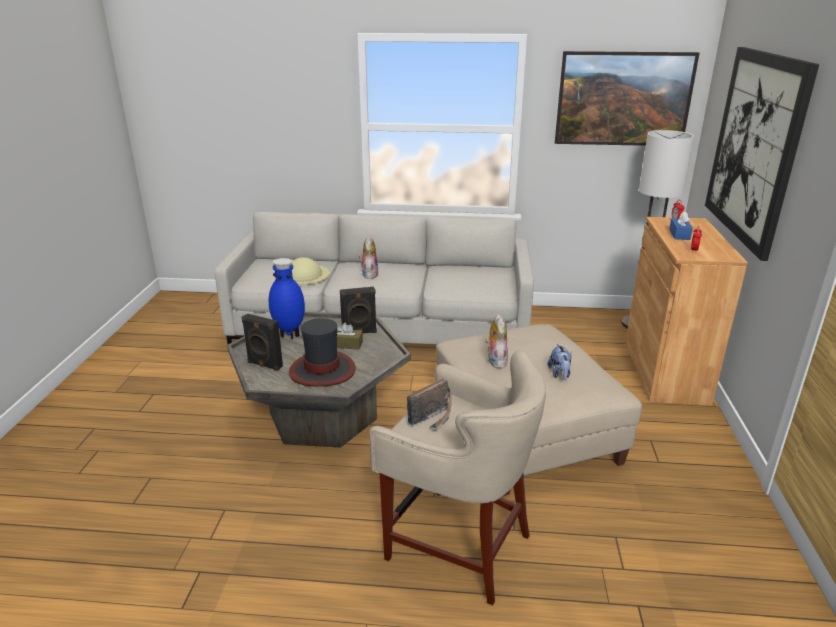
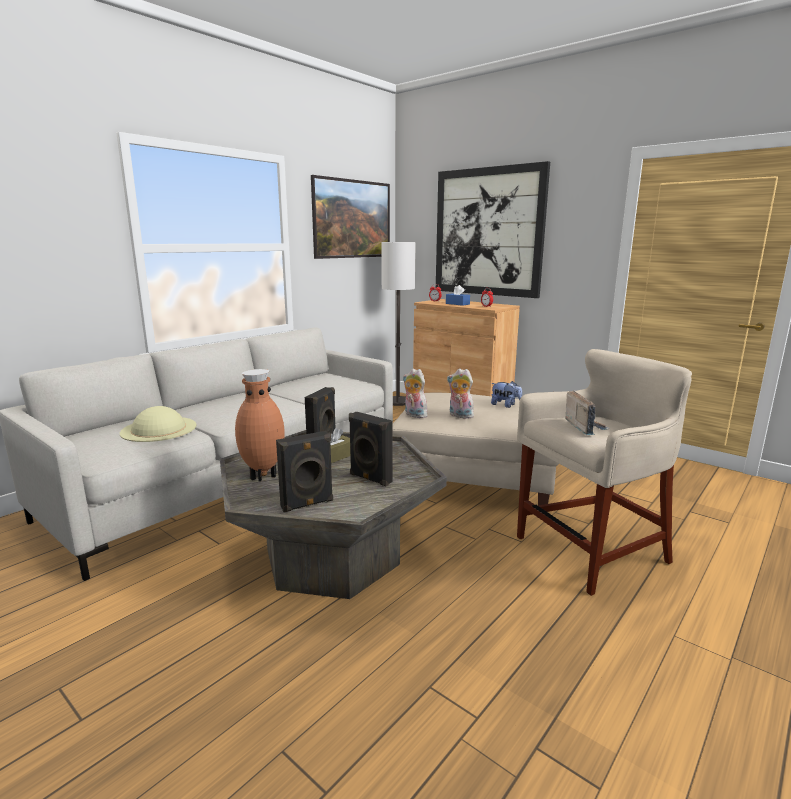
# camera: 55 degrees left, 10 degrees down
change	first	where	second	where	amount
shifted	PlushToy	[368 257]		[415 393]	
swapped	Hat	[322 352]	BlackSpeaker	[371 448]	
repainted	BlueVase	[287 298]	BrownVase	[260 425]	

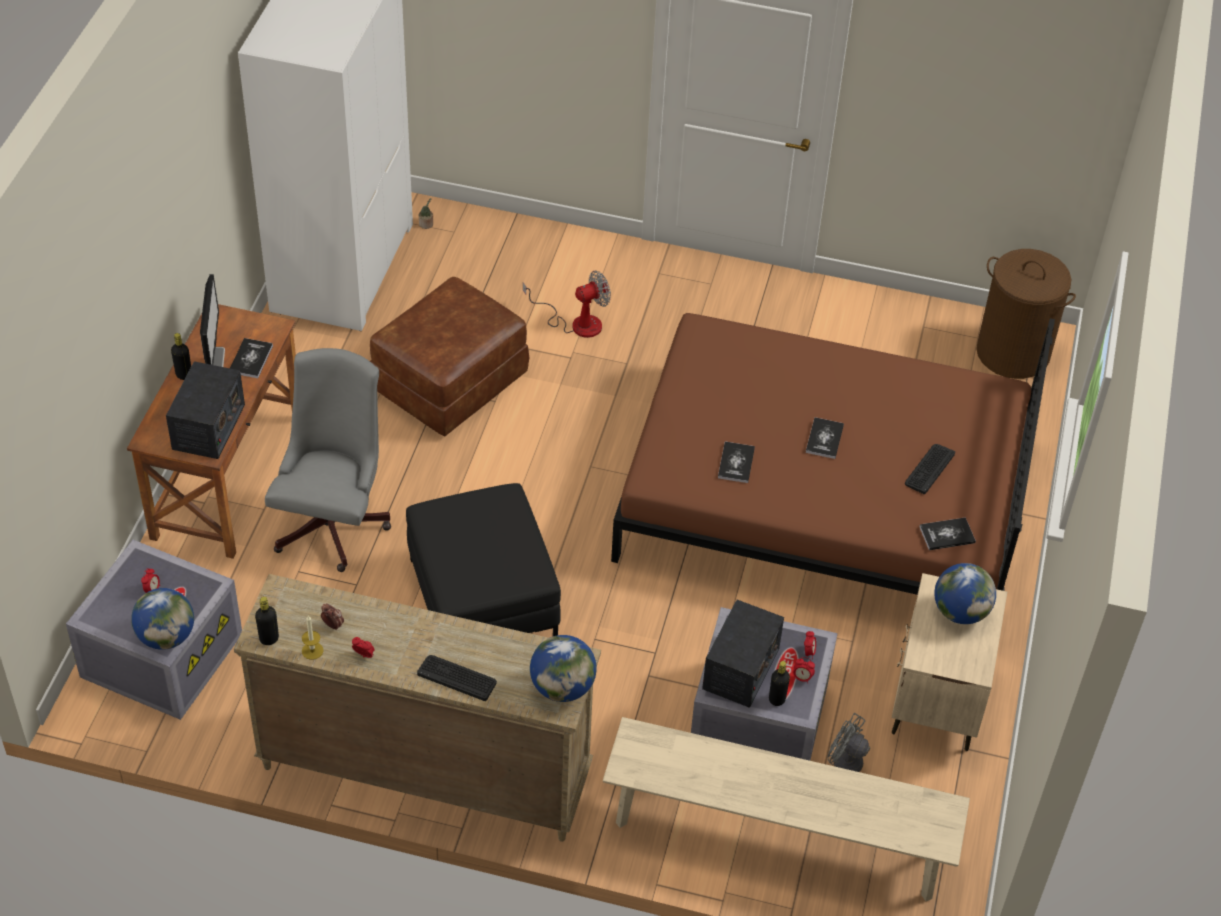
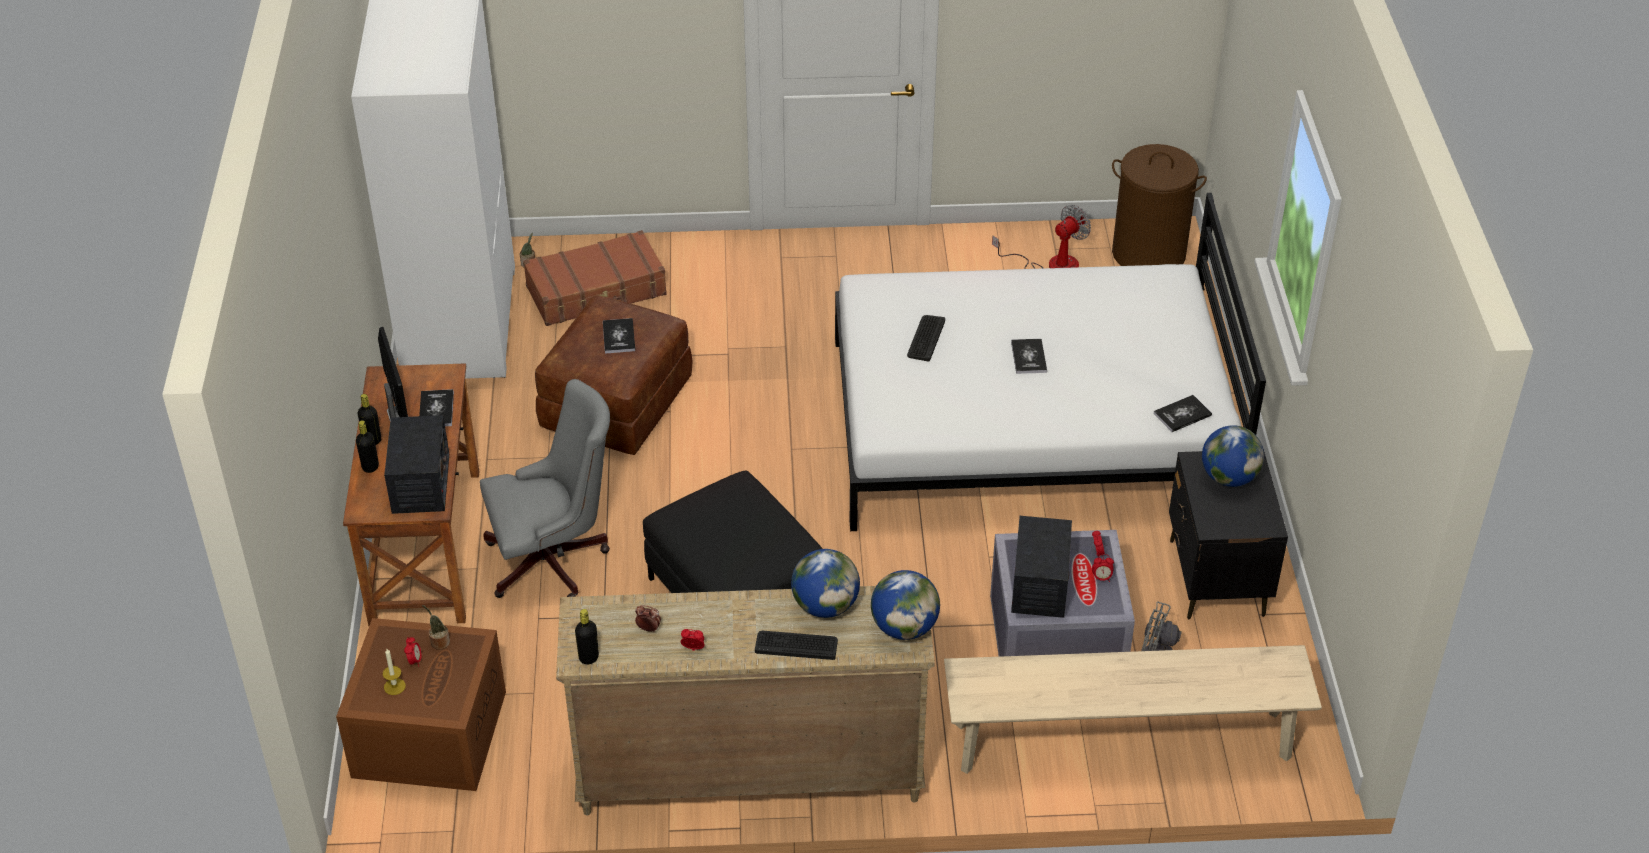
# camera: 15 degrees left, 5 degrees down
change	first	where	second	where	amount
new			PottedPlant	[436 627]	
new			BrownSuitcase	[595 278]	
shifted	Globe	[162 619]		[825 583]	
shifted	Candle	[312 637]		[394 672]	
shifted	Fan	[567 304]		[1041 237]	
shifted	Book	[736 462]		[619 336]	
shifted	BlackBottle	[779 683]		[367 446]	
shifted	Keyboard	[930 469]		[926 338]	
repainted	GreyStorageBox	[154 630]	BrownStorageBox	[421 704]	
repainted	BrownBed	[833 454]	WhiteBed	[1050 362]	
repainted	BeigeNightstand	[949 662]	BlackNightstand	[1228 534]	
rotated	GreyOfficeChair	[328 460]		[545 488]	75 degrees clockwise

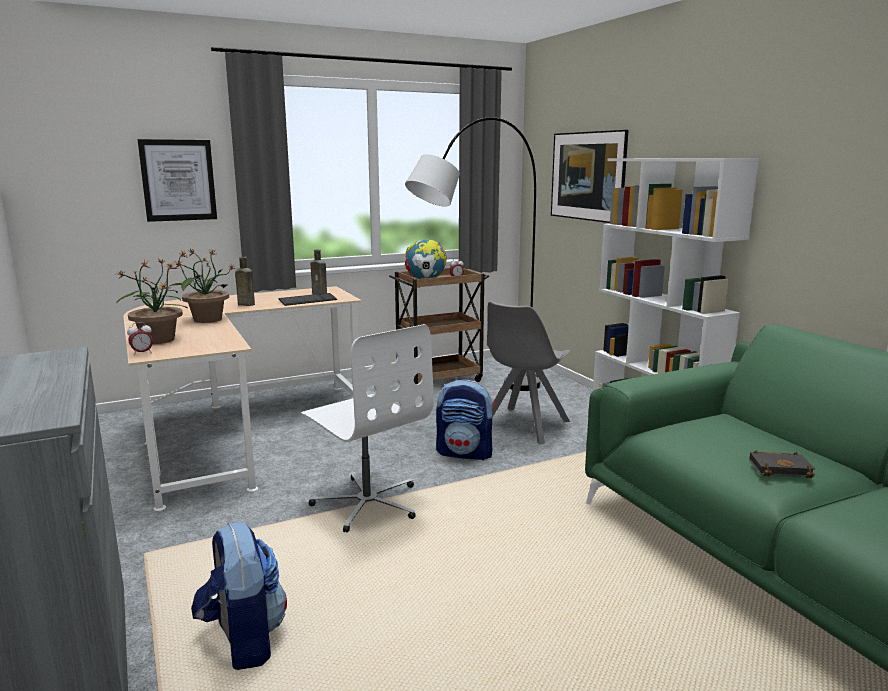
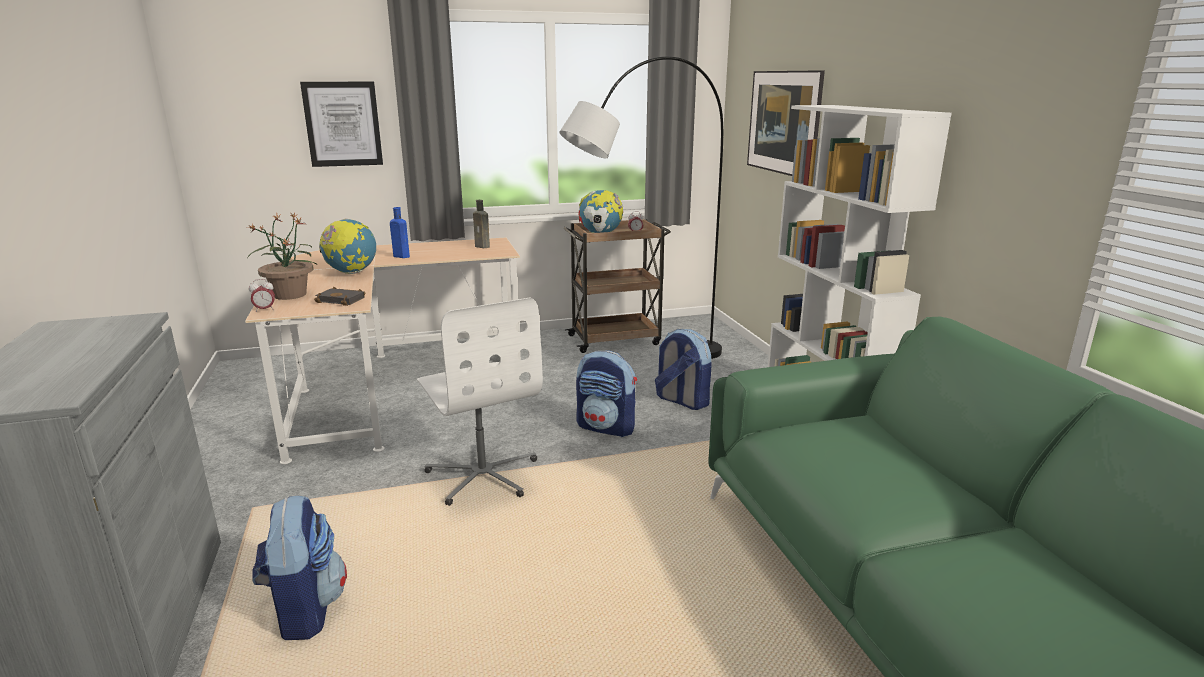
# camera: 10 degrees right, 5 degrees up
change	first	where	second	where	amount
gone	Keyboard	[307 299]			
shifted	BlackBook	[782 464]		[340 296]	
swapped	PottedPlant	[201 286]	Globe	[347 246]	
swapped	GreyChair	[528 372]	Backpack	[683 369]	
repainted	BrownBottle	[245 281]	BlueBottle	[400 232]	

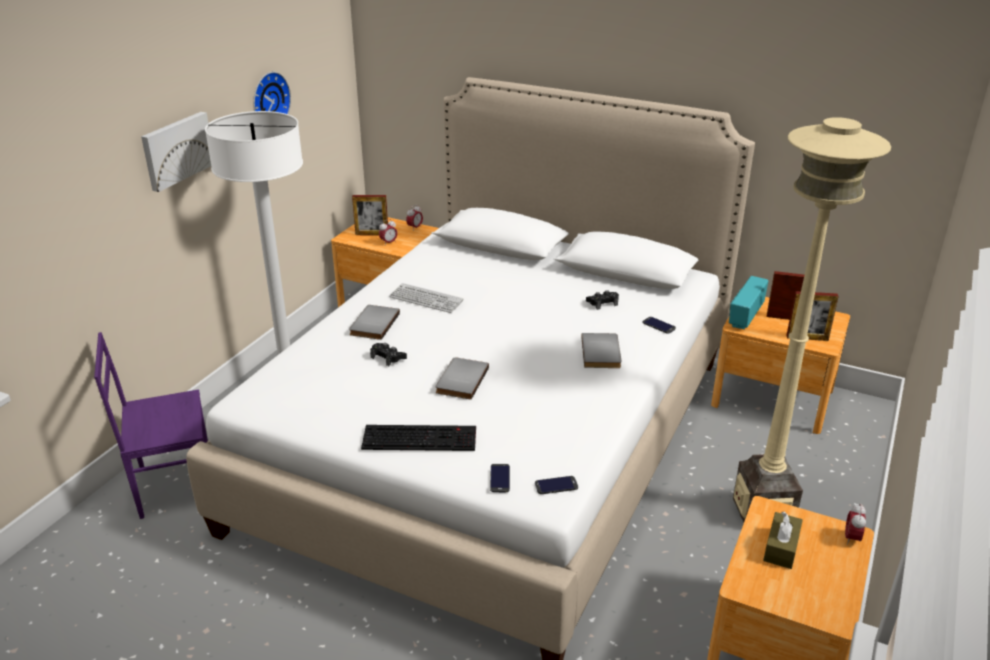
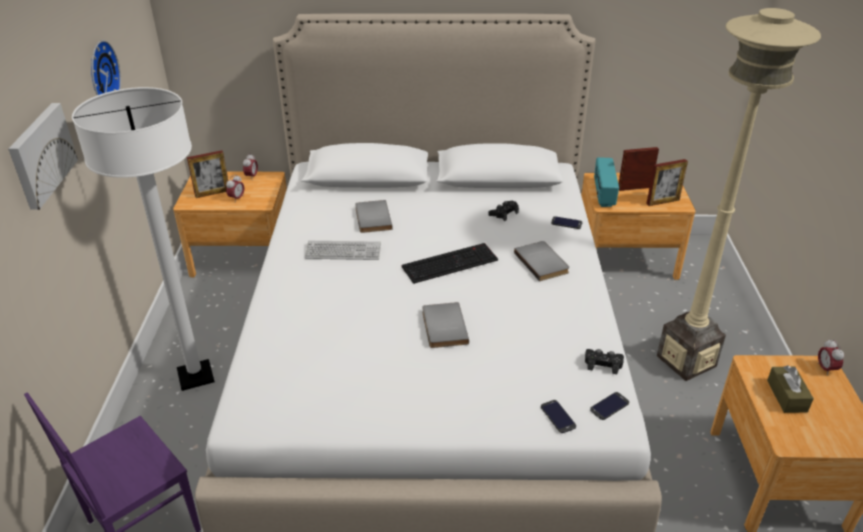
# camera: 25 degrees left, 5 degrees up
change	first	where	second	where	amount
shifted	GreyBook	[374 322]		[374 216]	
shifted	Keyboard	[418 438]		[450 263]	
shifted	BlackGameController	[388 354]		[604 361]	

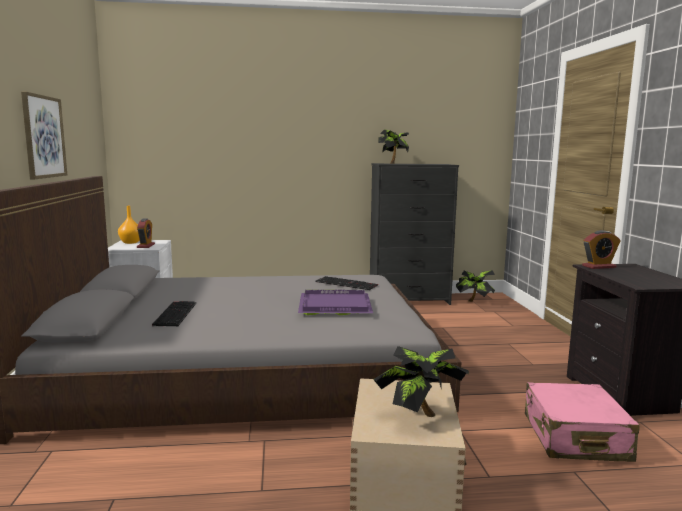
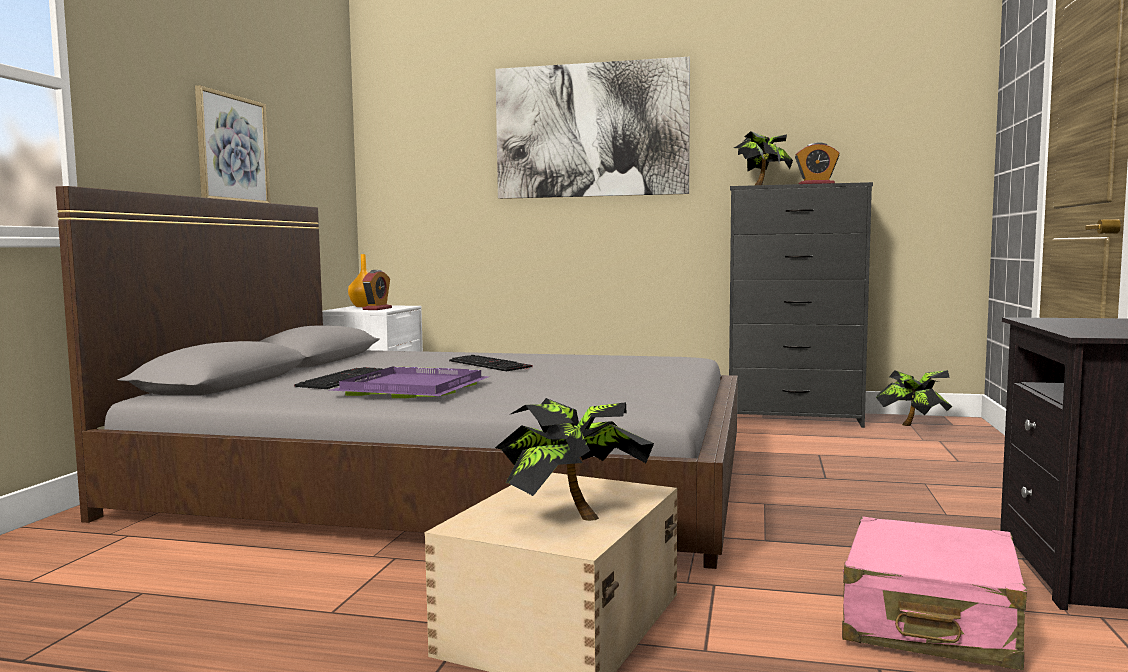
# camera: 20 degrees right, 5 degrees down
change	first	where	second	where	amount
new			Picture	[592 128]	
shifted	PurpleTray	[335 302]		[410 382]	
shifted	Keyboard	[347 283]		[491 363]	
shifted	AlarmClock	[601 249]		[817 163]	

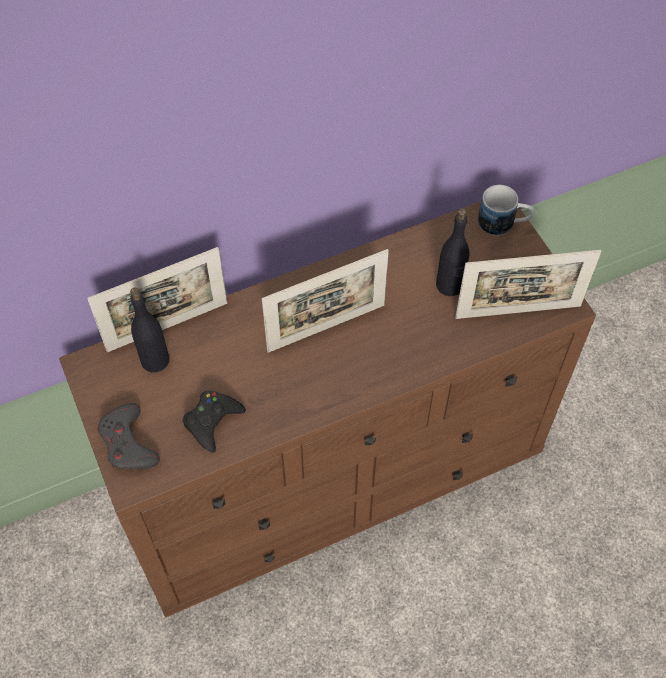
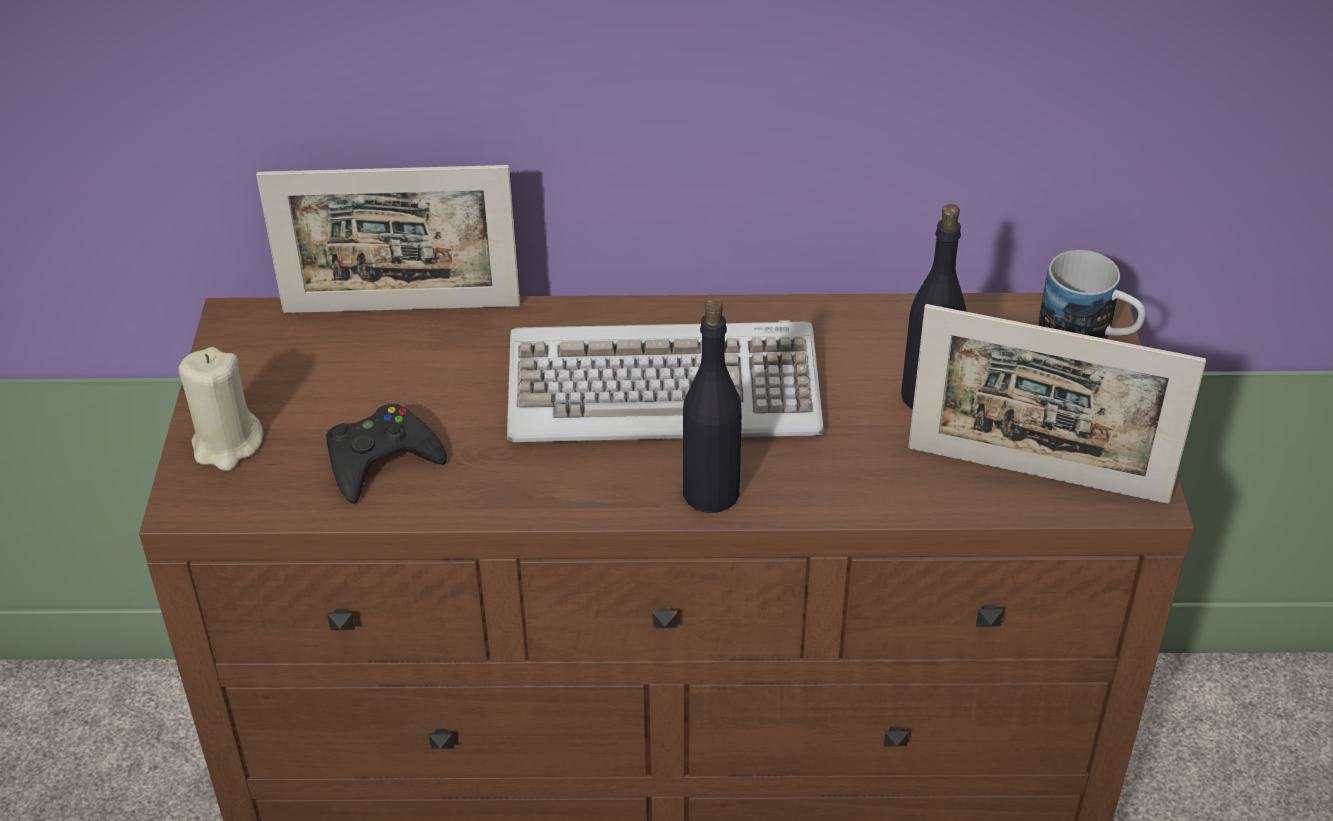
# camera: 25 degrees right, 15 degrees down
change	first	where	second	where	amount
shifted	BlackBottle	[149 330]		[712 405]	
swapped	GreyGameController	[128 436]	BeigeCandle	[221 409]	
swapped	PictureFrame	[325 301]	Keyboard	[665 381]	

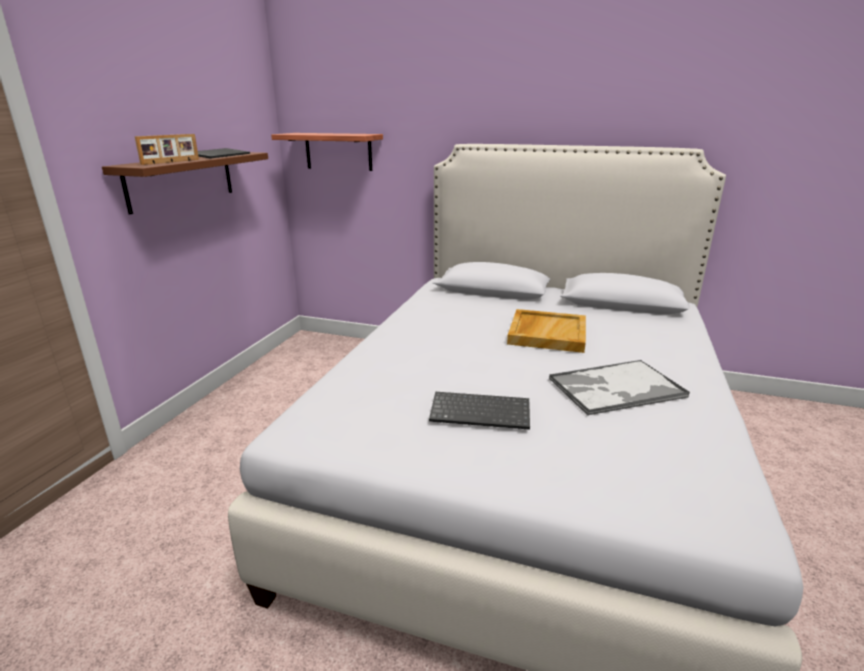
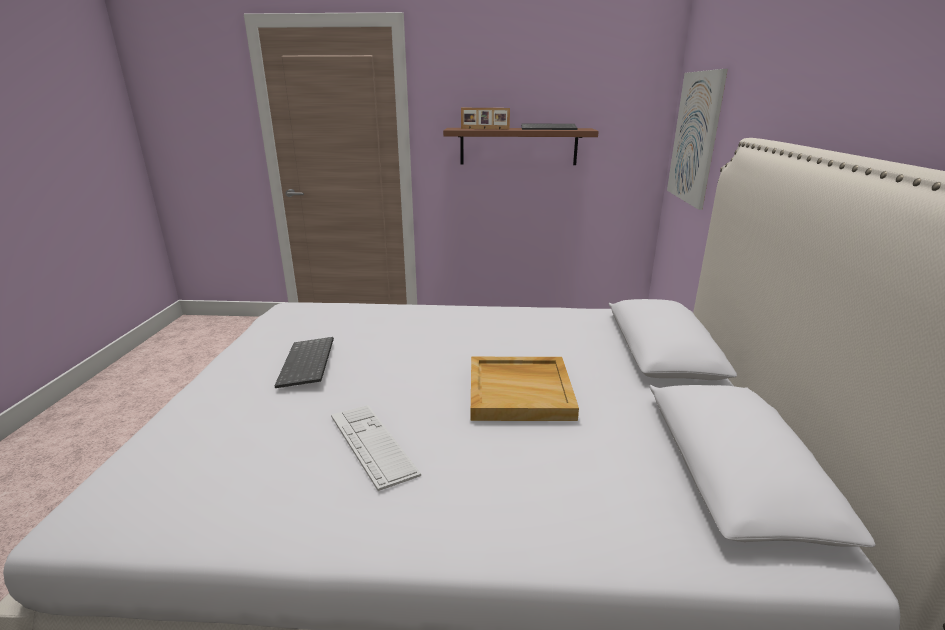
# camera: 75 degrees right, 0 degrees up
change	first	where	second	where	amount
swapped	Shelf	[327 152]	Picture	[697 139]	
swapped	Tray	[619 388]	Keyboard	[376 448]	

